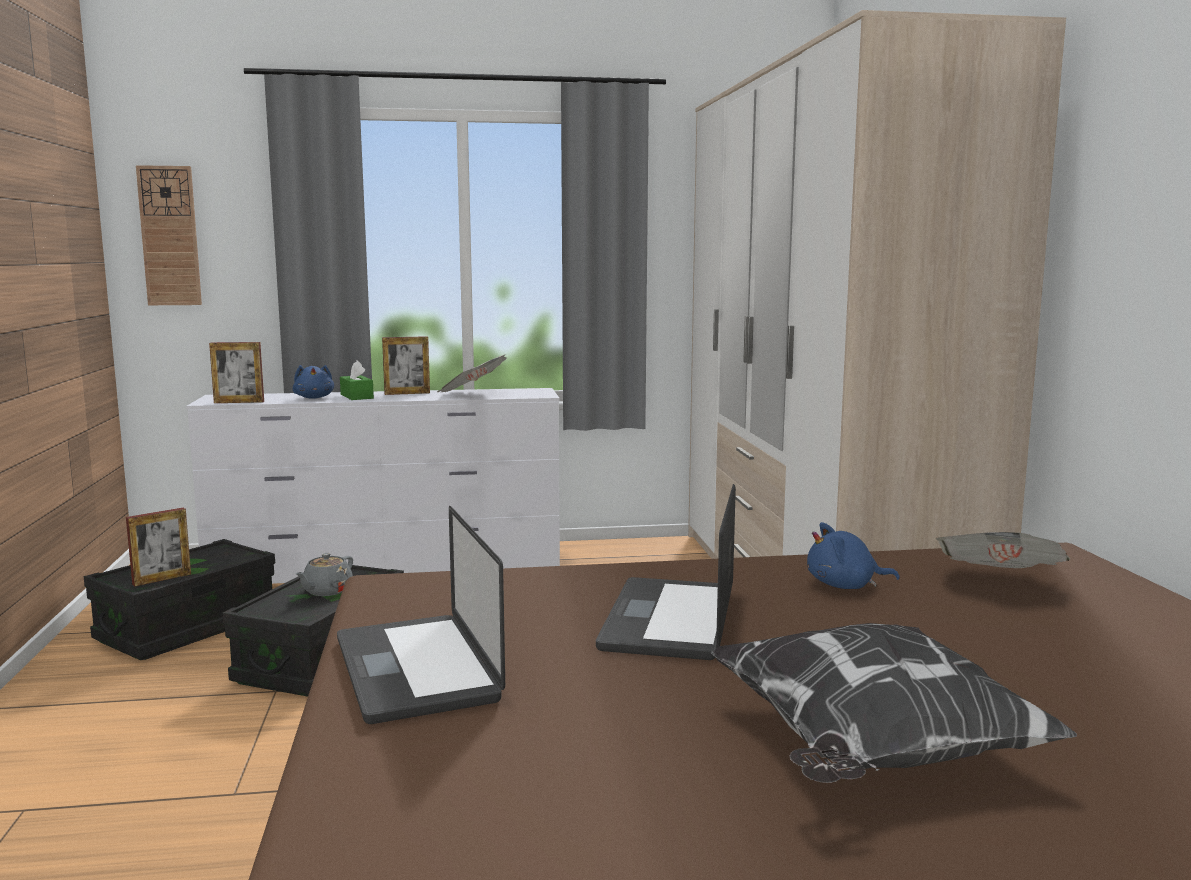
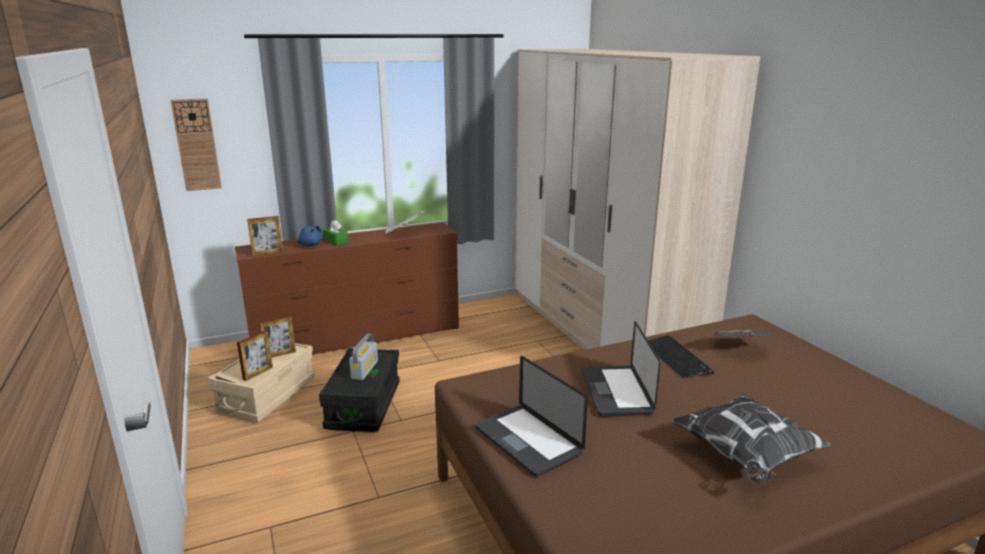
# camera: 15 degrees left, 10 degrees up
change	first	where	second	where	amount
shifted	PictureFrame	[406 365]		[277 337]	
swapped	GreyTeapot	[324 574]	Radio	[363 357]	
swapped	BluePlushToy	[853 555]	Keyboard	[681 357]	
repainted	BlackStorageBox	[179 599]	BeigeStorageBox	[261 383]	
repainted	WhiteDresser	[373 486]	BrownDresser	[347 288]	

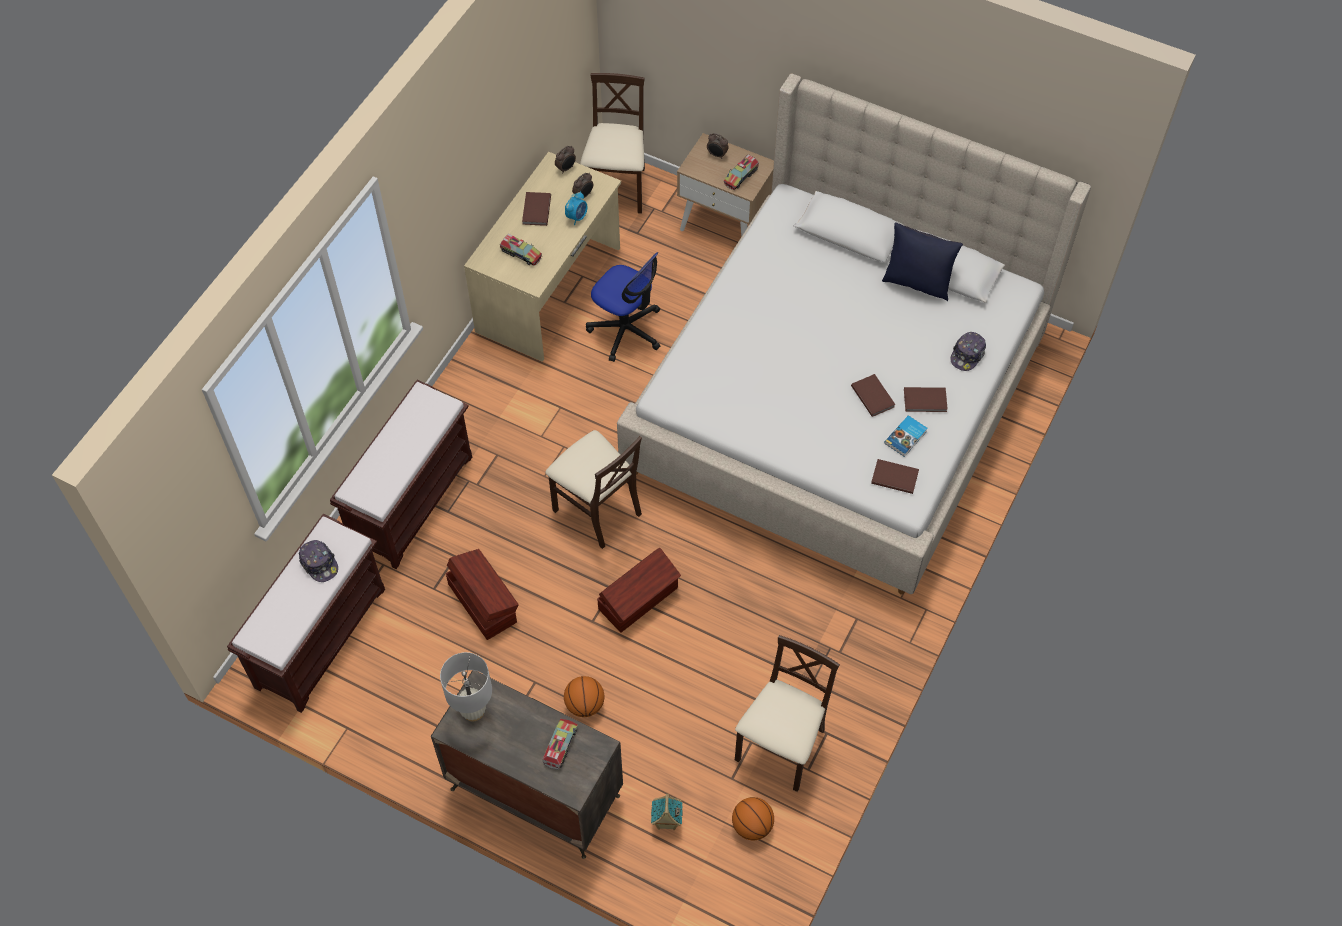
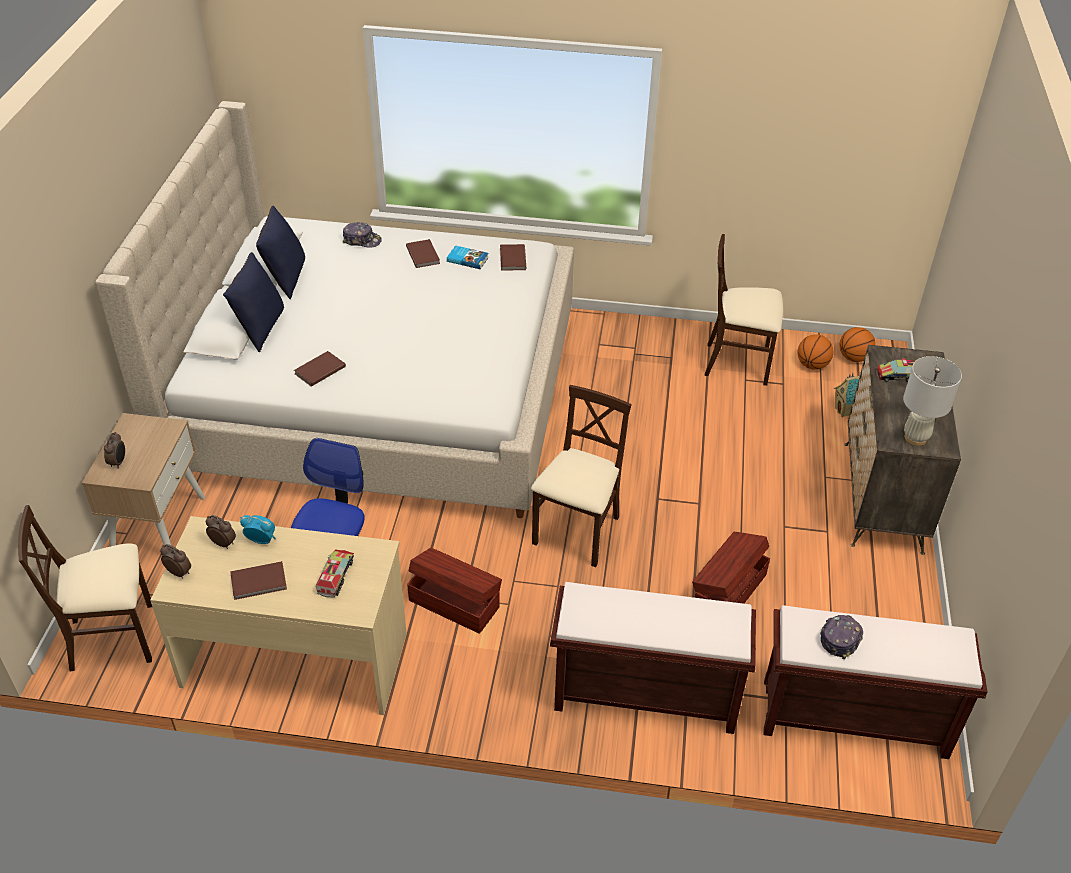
# camera: 110 degrees left, 15 degrees down
change	first	where	second	where	amount
gone	ToyTruck	[741 172]			
new			BluePillow	[253 302]	
shifted	Basketball	[584 696]		[858 344]	
shifted	BrownStorageBox	[639 590]		[454 591]	
shifted	BrownBook	[873 395]		[320 369]	

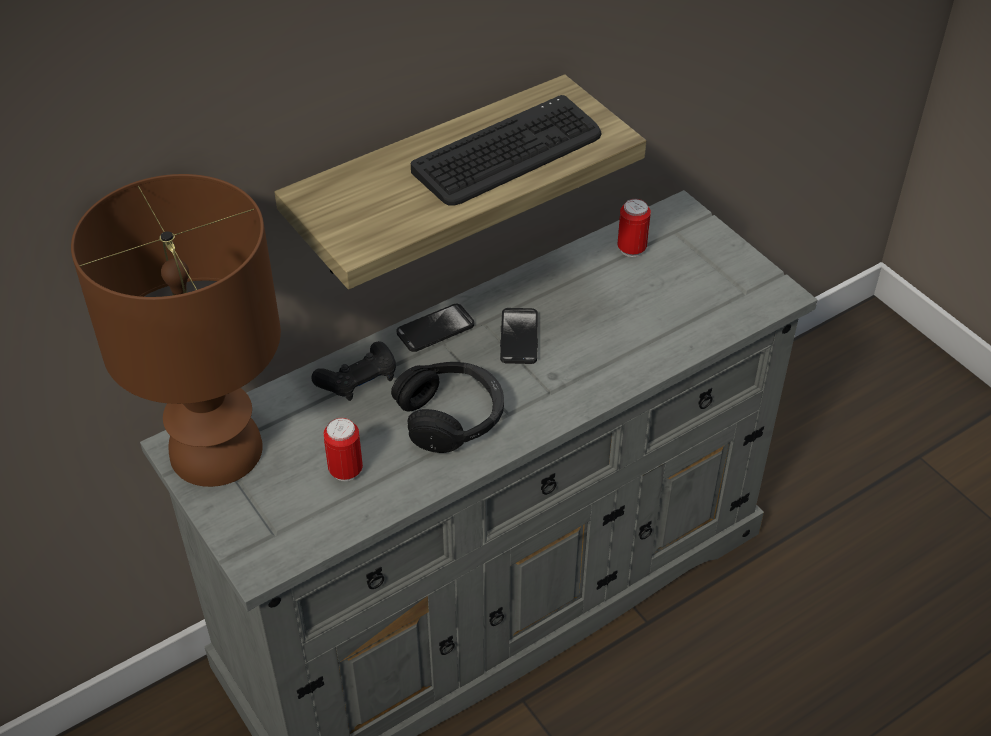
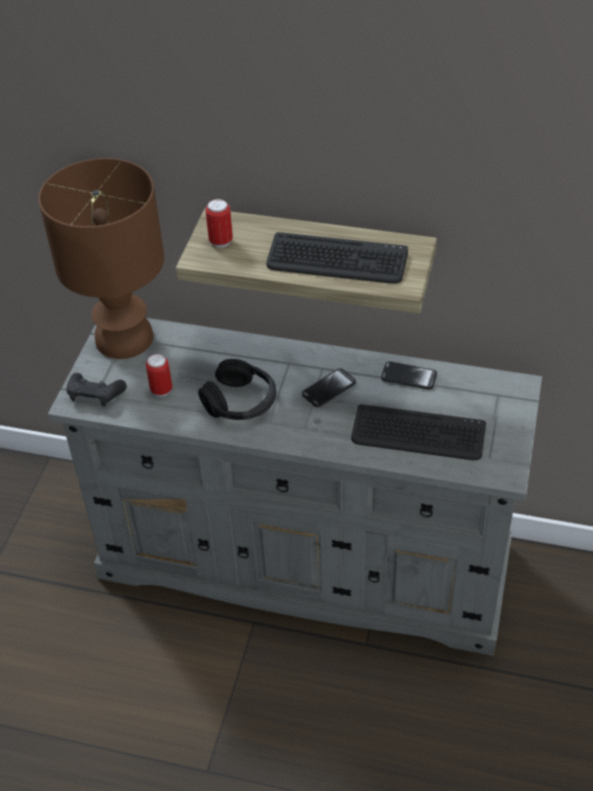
# camera: 50 degrees right, 0 degrees up
change	first	where	second	where	amount
new			Keyboard	[418 432]	
shifted	BlackGameController	[354 371]		[97 390]	
shifted	Phone	[435 328]		[409 375]	
shifted	Can	[634 228]		[219 223]	

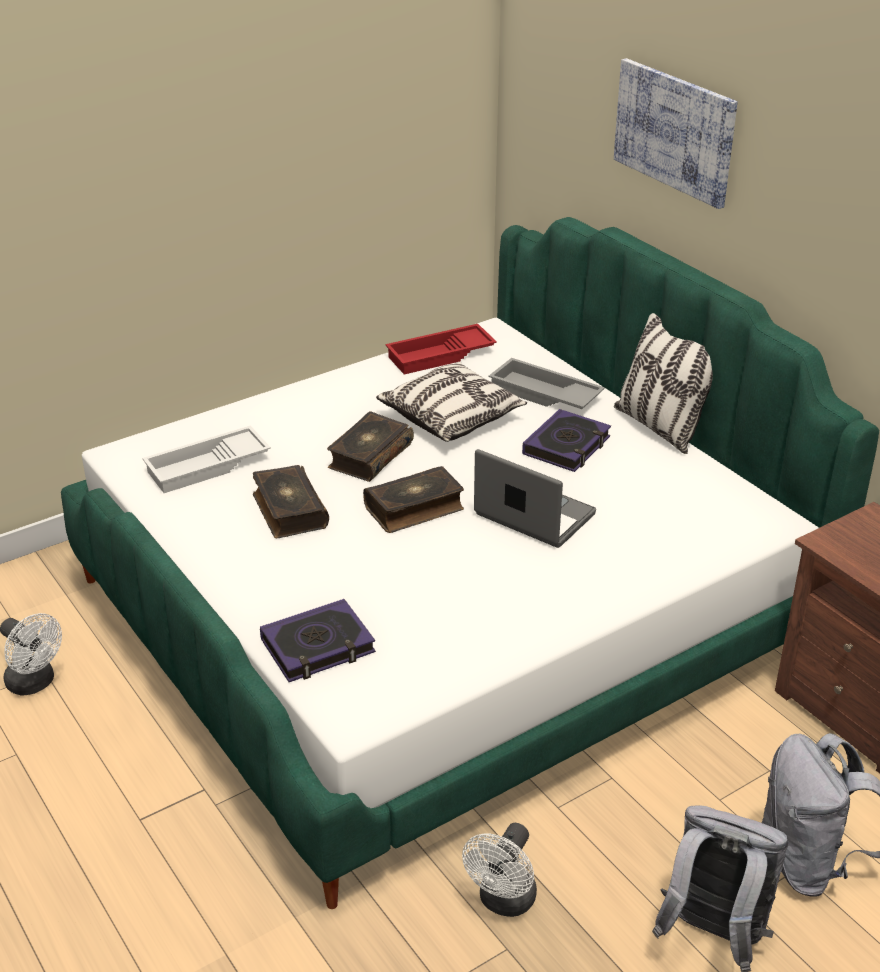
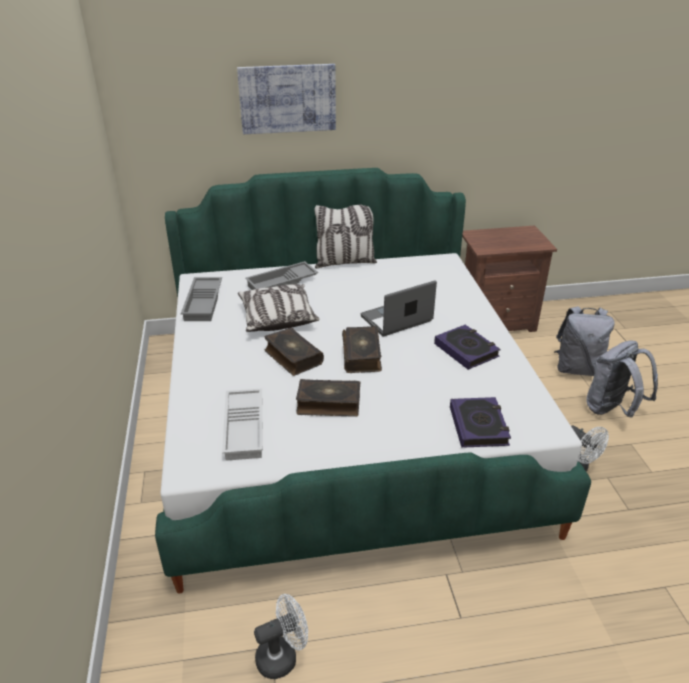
# camera: 65 degrees left, 0 degrees up
change	first	where	second	where	amount
shifted	Book	[566 440]		[467 347]	
repainted	RedTray	[441 349]	GreyTray	[201 299]	

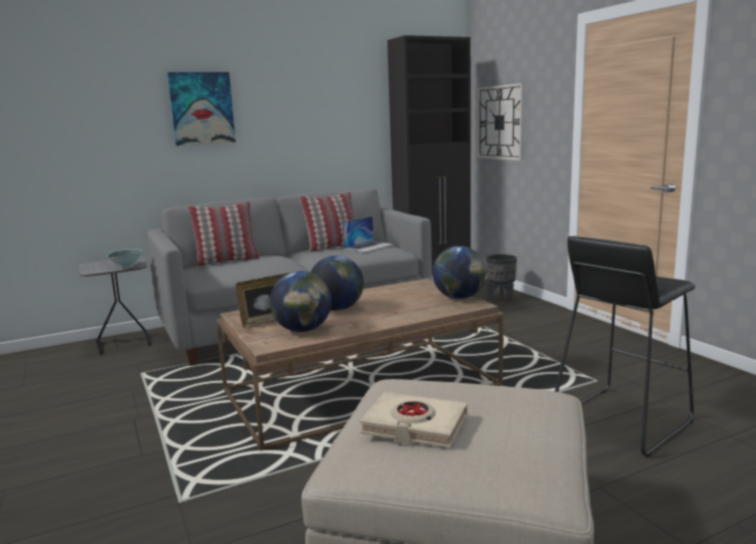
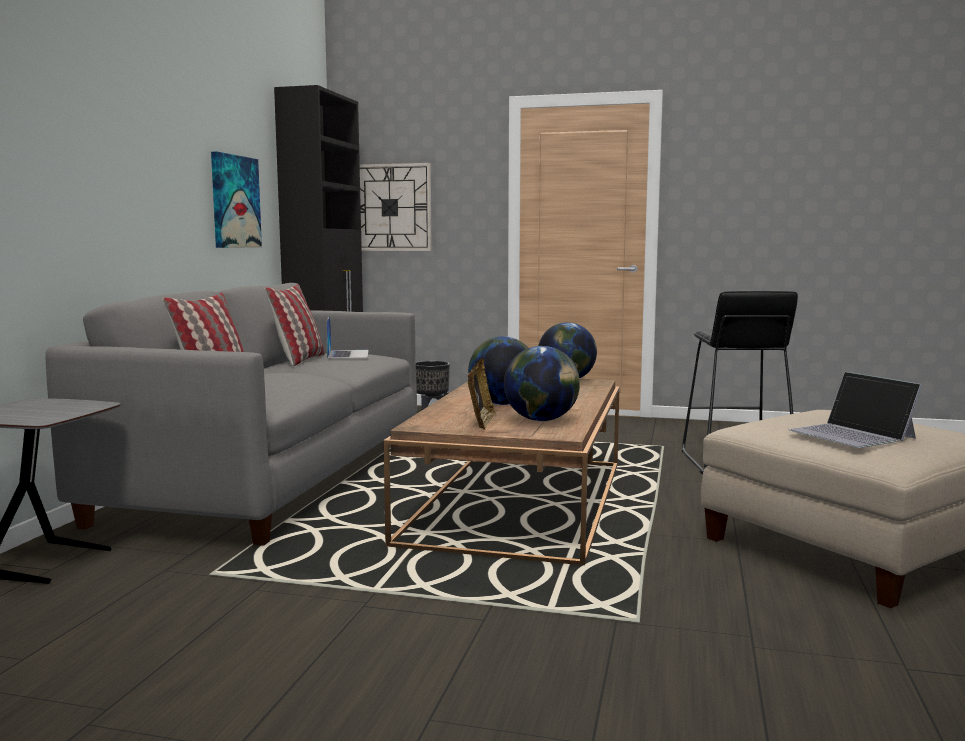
# camera: 50 degrees left, 5 degrees down
change	first	where	second	where	amount
gone	Bowl	[125 258]			
shifted	Picture	[201 109]		[236 200]	
swapped	BeigeBook	[413 420]	Laptop	[855 410]	

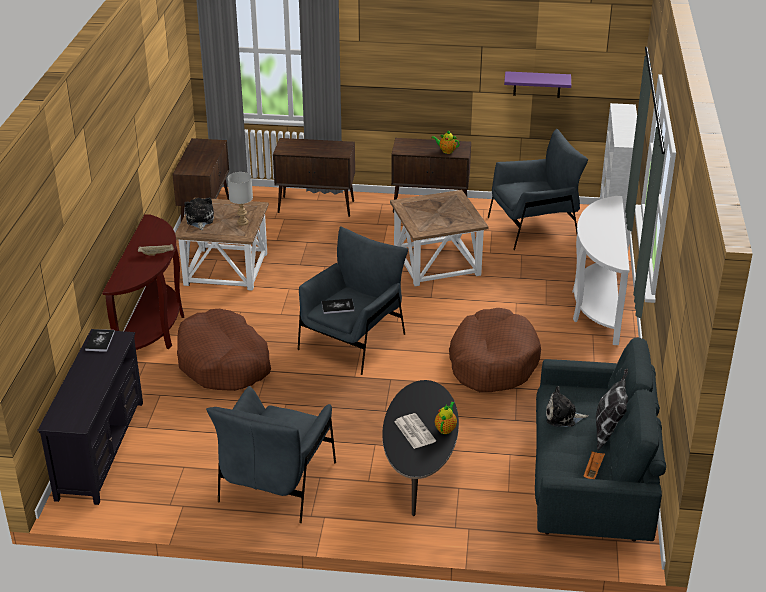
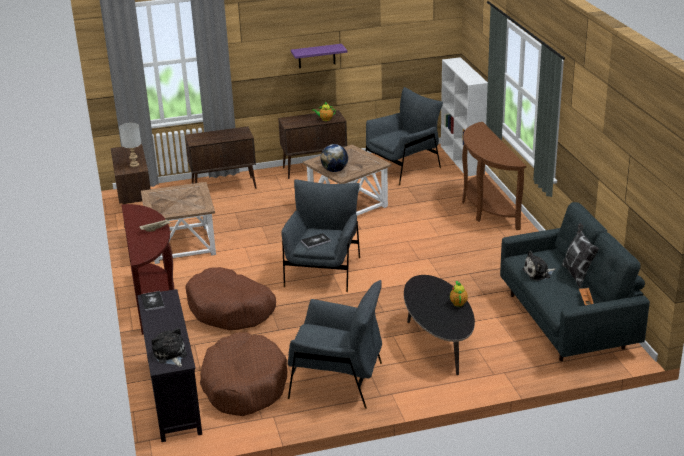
# camera: 20 degrees left, 5 degrees down
change	first	where	second	where	amount
gone	Newspaper	[415 431]			
new			Globe	[334 158]	
shifted	PlushToy	[199 213]		[169 347]	
shifted	GreyTableLamp	[240 199]		[130 145]	
shifted	BrownDogBed	[495 350]		[243 374]	
shifted	PurpleShelf	[537 84]		[319 56]	
repainted	WhiteConsoleTable	[601 270]	BrownConsoleTable	[494 176]	
rotated	GreyArmchair	[271 454]		[335 344]	75 degrees counterclockwise

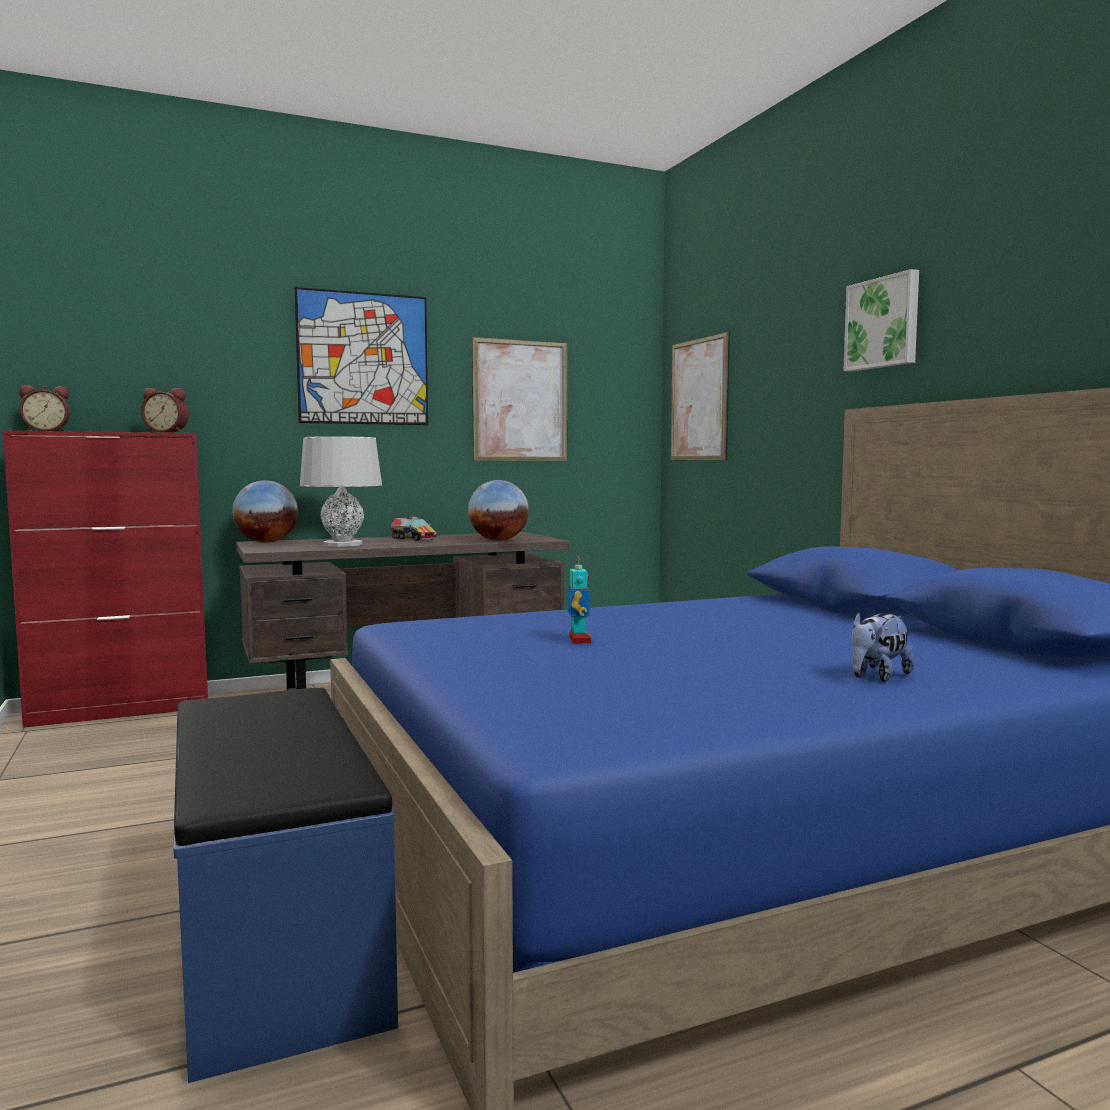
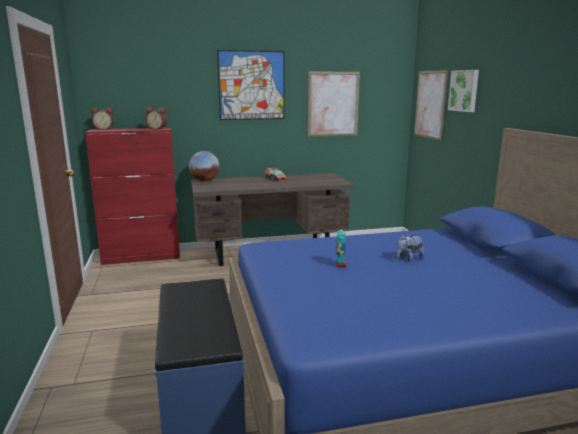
# camera: 10 degrees right, 10 degrees up
change	first	where	second	where	amount
gone	GreyTableLamp	[341 491]			
gone	Globe	[498 510]			
shifted	Picture	[881 320]		[463 91]	
shifted	PlushToy	[882 646]		[410 248]	

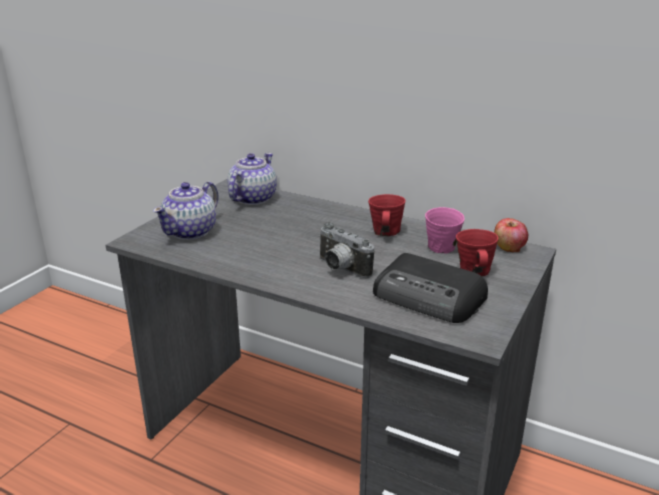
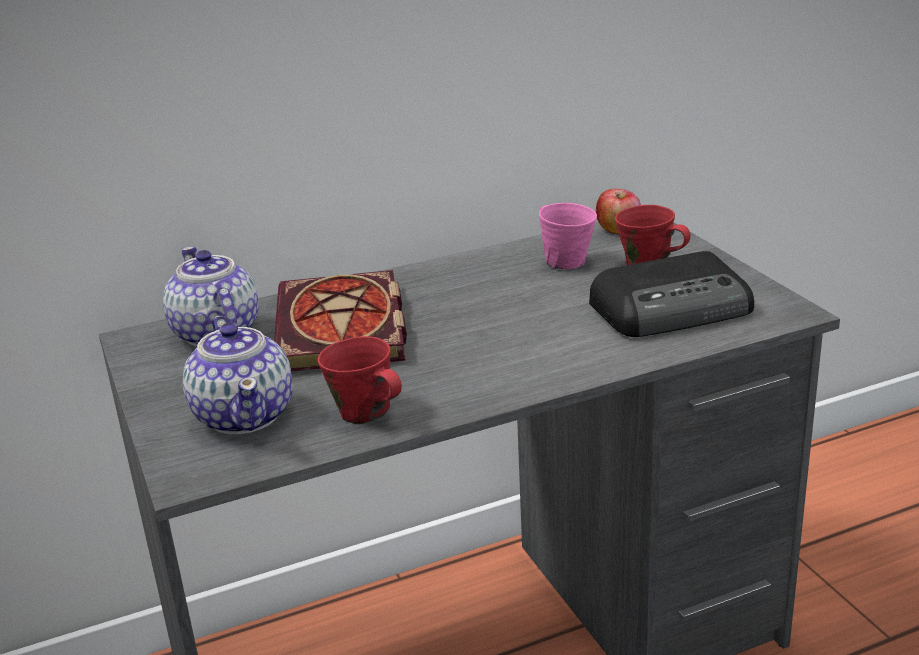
# camera: 50 degrees left, 0 degrees up
change	first	where	second	where	amount
gone	PhotoCamera	[346 250]			
new			Book	[340 320]	
shifted	RedMug	[386 215]		[360 380]	

